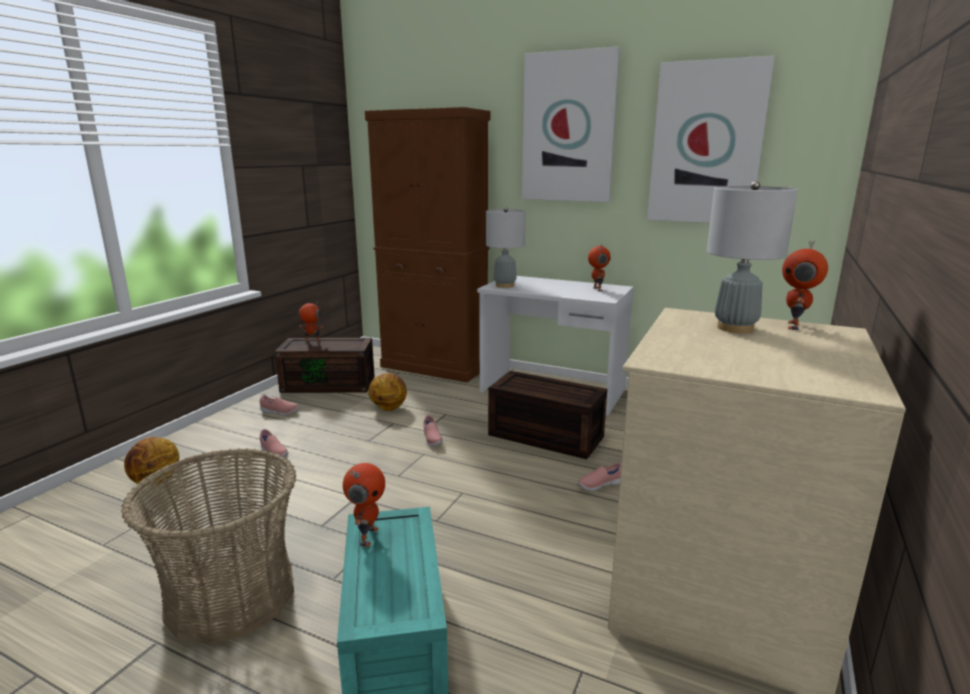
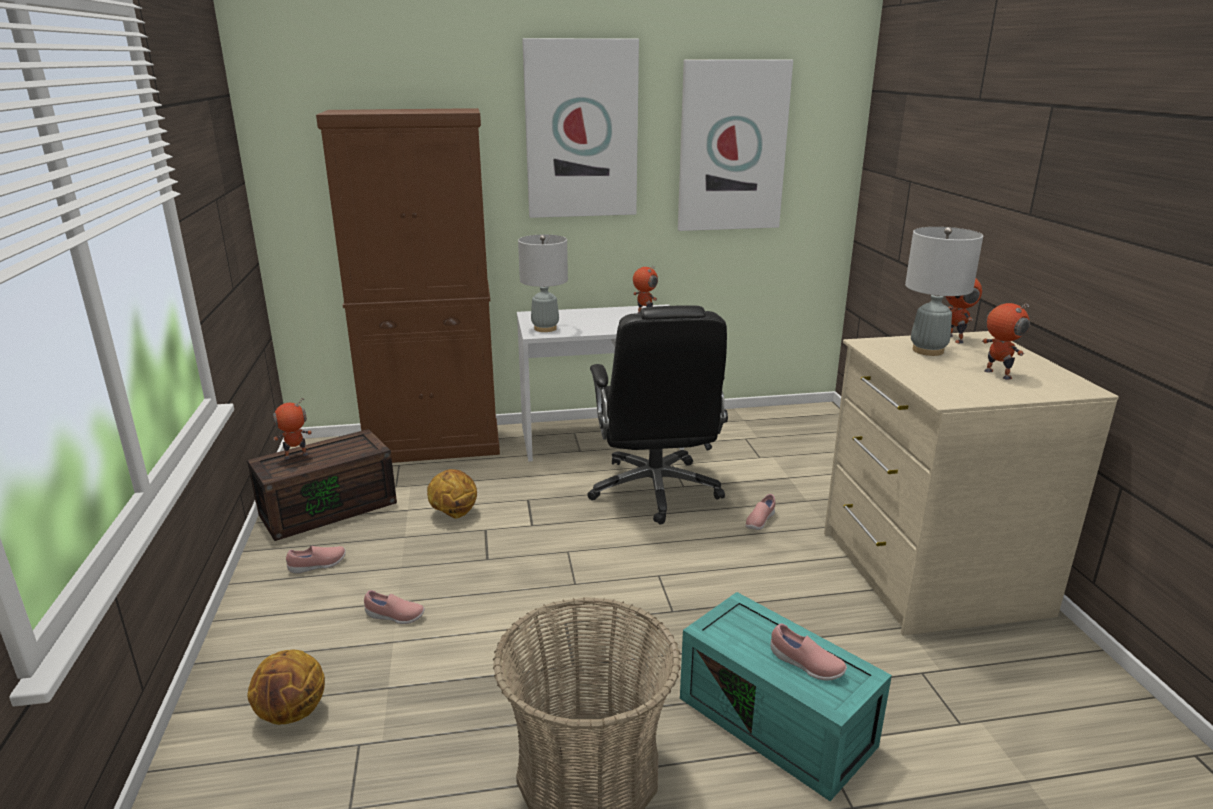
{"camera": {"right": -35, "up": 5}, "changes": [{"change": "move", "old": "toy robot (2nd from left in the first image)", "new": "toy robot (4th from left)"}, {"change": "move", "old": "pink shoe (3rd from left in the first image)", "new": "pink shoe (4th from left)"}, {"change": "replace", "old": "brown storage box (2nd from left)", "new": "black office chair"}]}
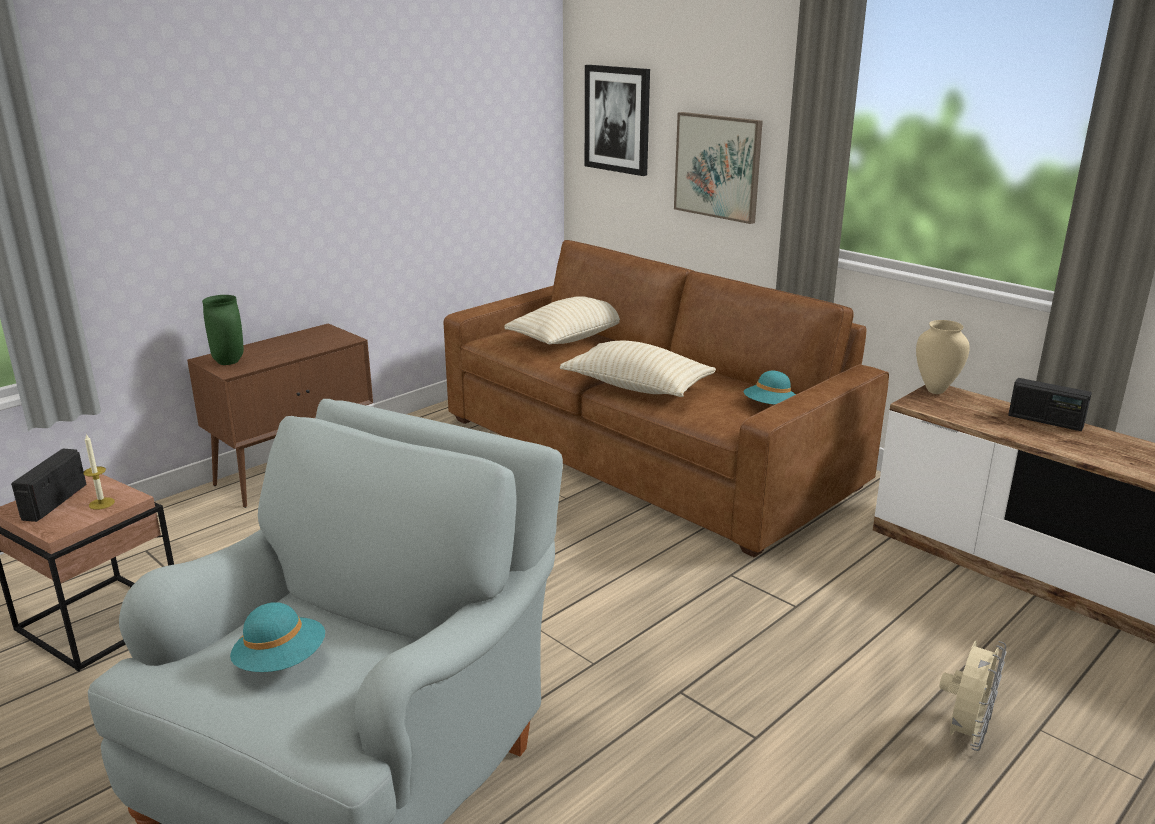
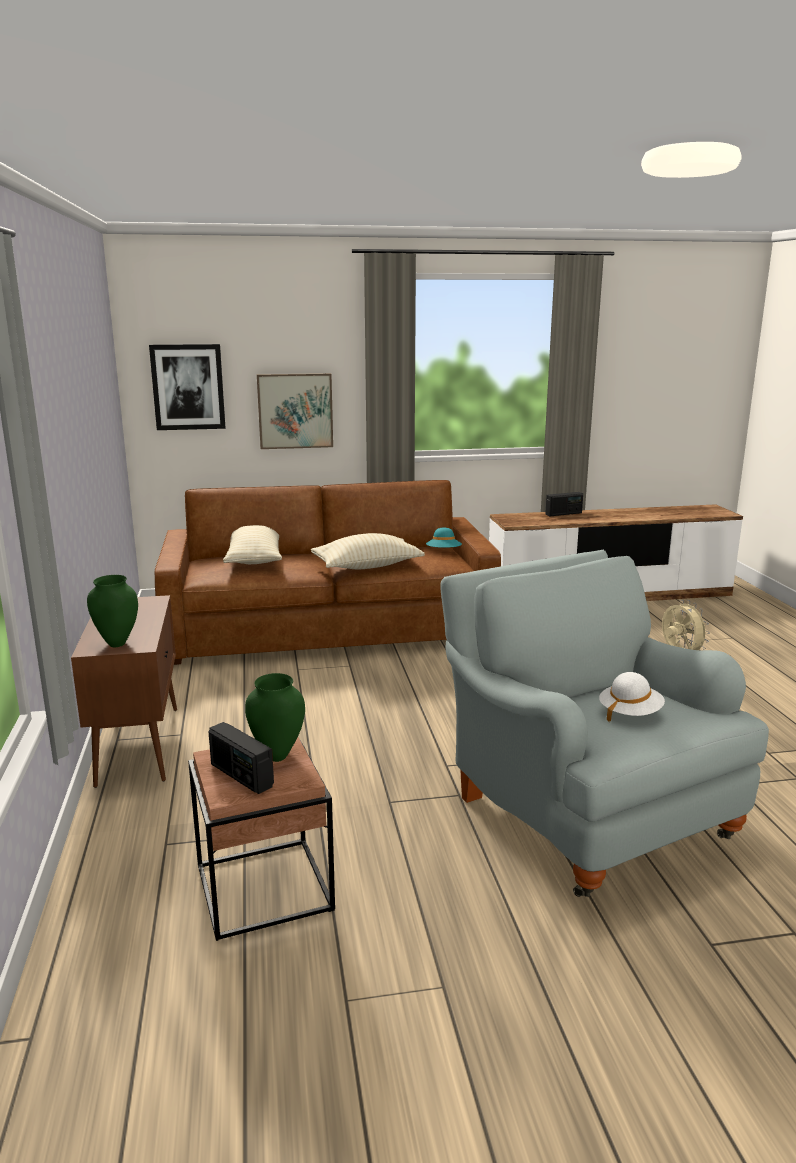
{"camera": {"right": -55, "up": -5}, "changes": [{"change": "replace", "old": "candle", "new": "green vase (2nd from left)"}, {"change": "recolor", "old": "turquoise hat (1st from left)", "new": "white hat"}, {"change": "delete", "old": "beige vase"}]}
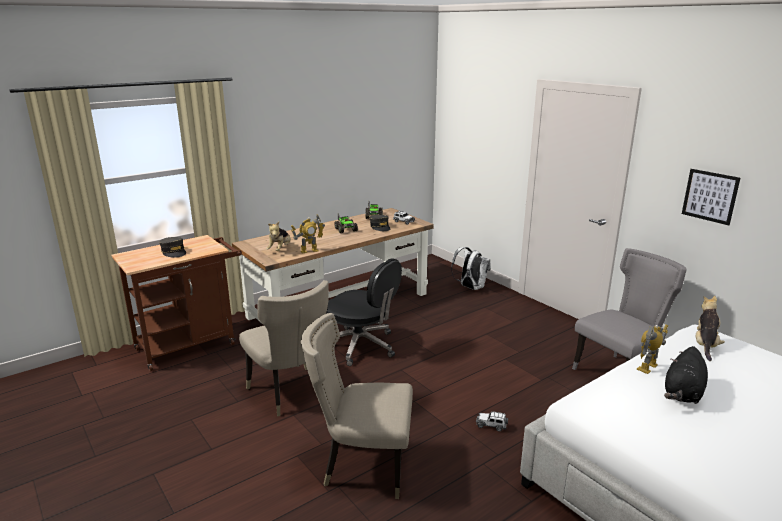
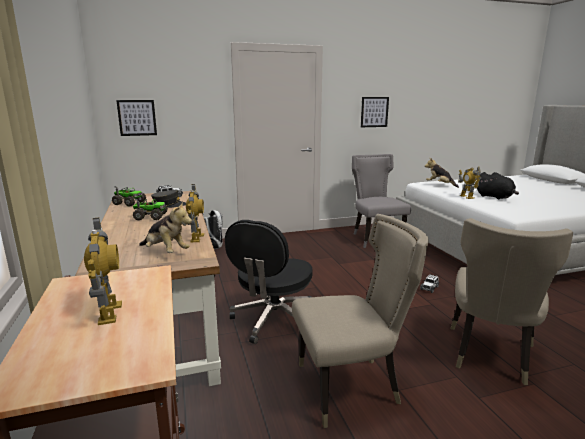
{"camera": {"right": -70, "up": -5}, "changes": [{"change": "replace", "old": "grey cap (1st from left)", "new": "toy robot (1st from left)"}, {"change": "rotate", "old": "black office chair", "degrees": 150}, {"change": "insert", "new": "picture (1st from left)"}]}
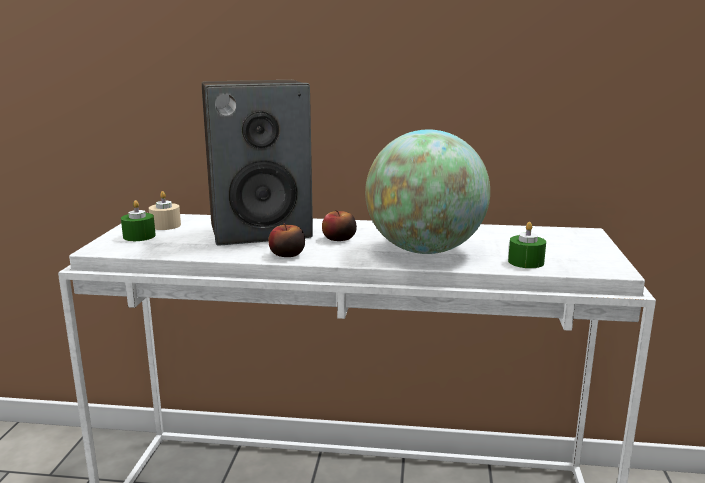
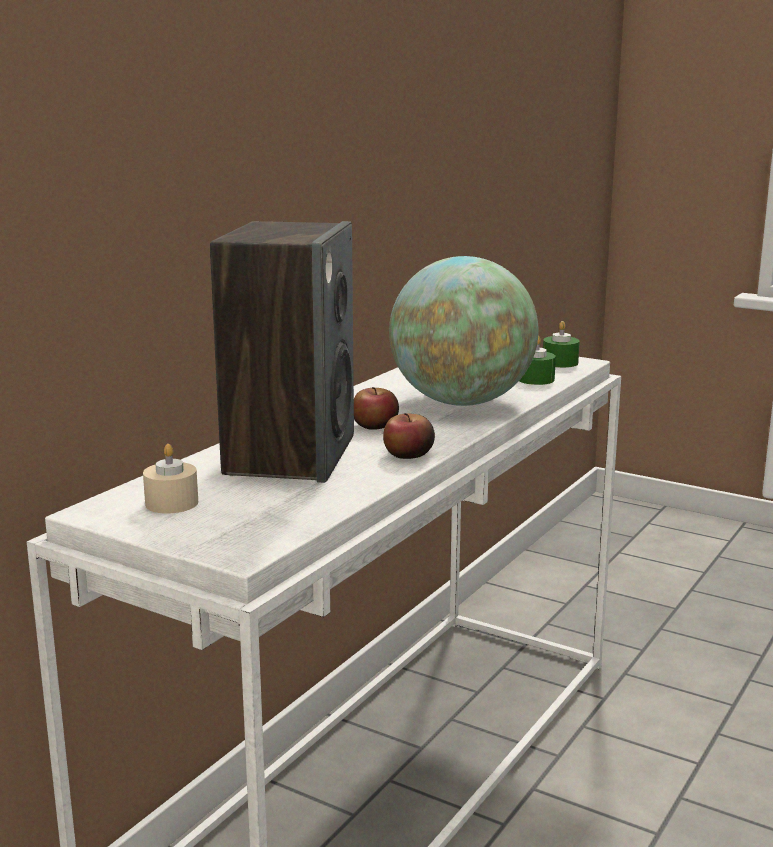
{"camera": {"right": -65, "up": 0}, "changes": [{"change": "move", "old": "green candle (1st from left in the first image)", "new": "green candle (2nd from left)"}]}
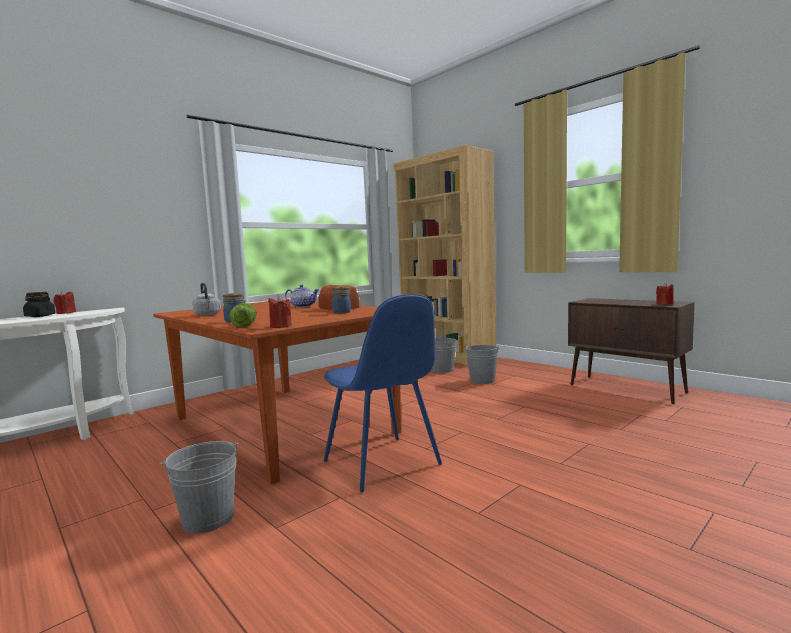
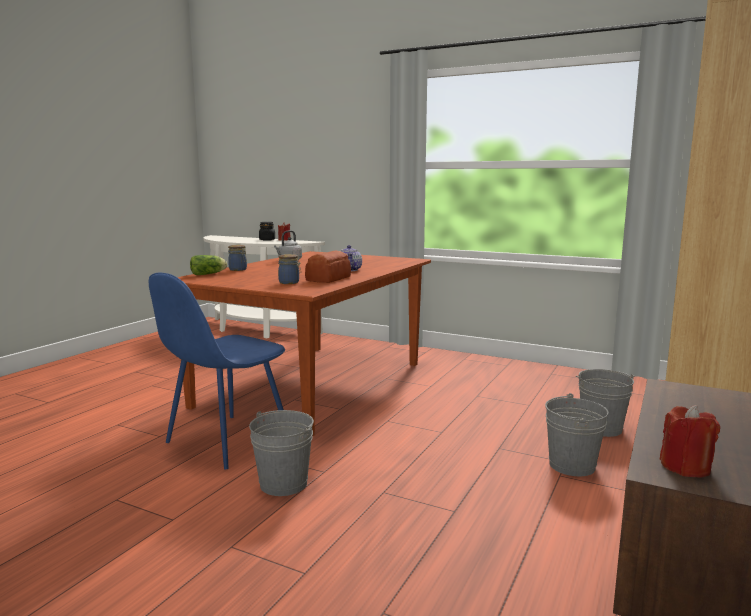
{"camera": {"right": 70, "up": 5}, "changes": [{"change": "move", "old": "grey bucket (1st from left)"}, {"change": "delete", "old": "red candle (2nd from left)"}]}
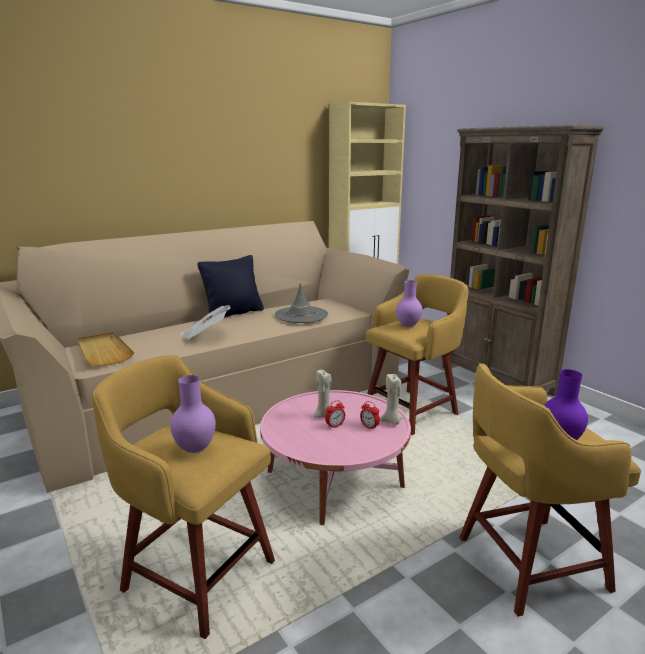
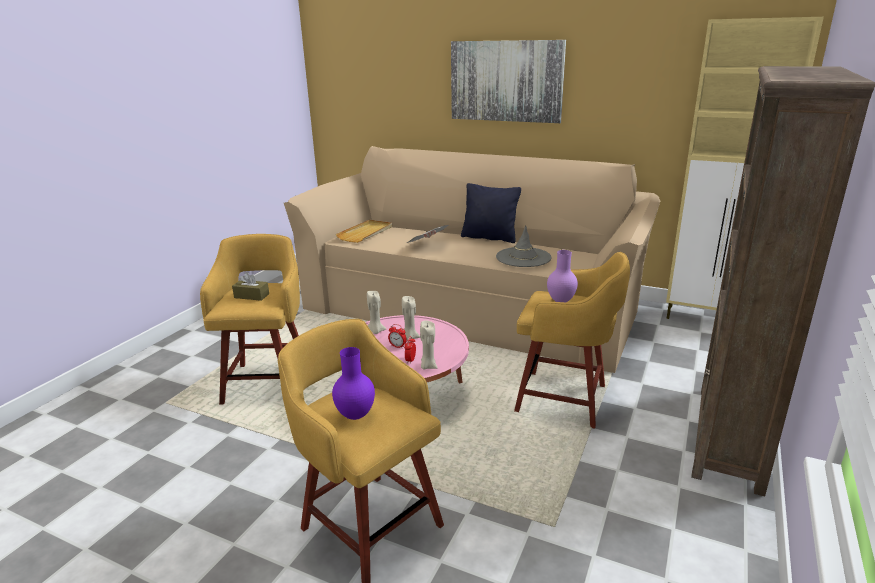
{"camera": {"right": 60, "up": 5}, "changes": [{"change": "replace", "old": "purple vase (1st from left)", "new": "brown tissue box"}, {"change": "insert", "new": "beige candle (1st from left)"}, {"change": "insert", "new": "picture"}]}
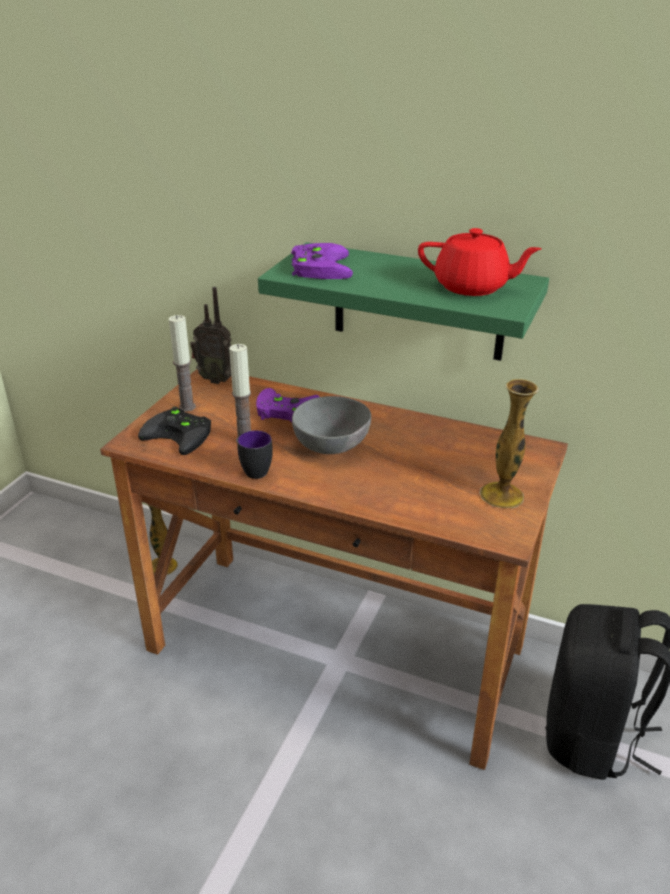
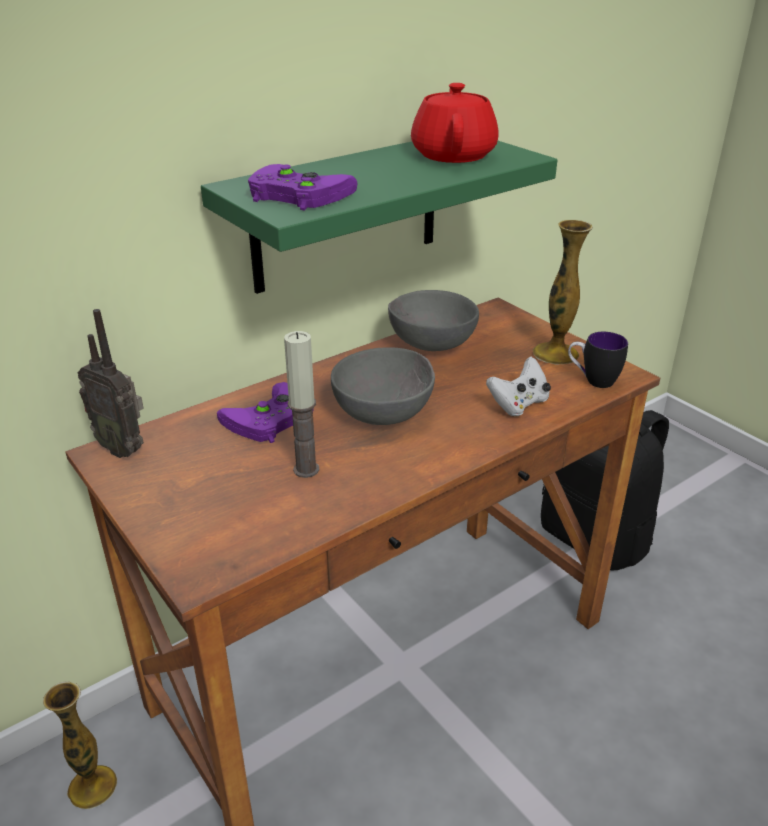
{"camera": {"right": -60, "up": 0}, "changes": [{"change": "delete", "old": "black game controller"}, {"change": "delete", "old": "candle (1st from left)"}, {"change": "rotate", "old": "radio", "degrees": 75}, {"change": "move", "old": "mug"}, {"change": "rotate", "old": "red teapot", "degrees": -45}, {"change": "insert", "new": "grey bowl (2nd from left)"}, {"change": "insert", "new": "white game controller"}]}
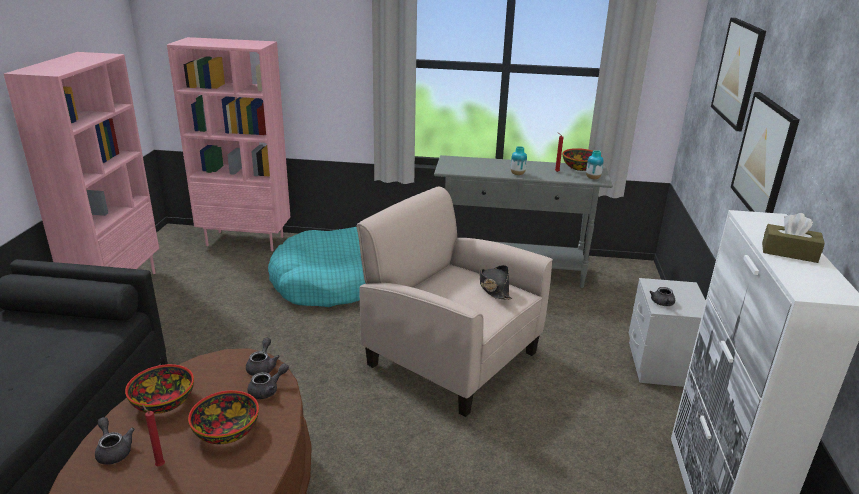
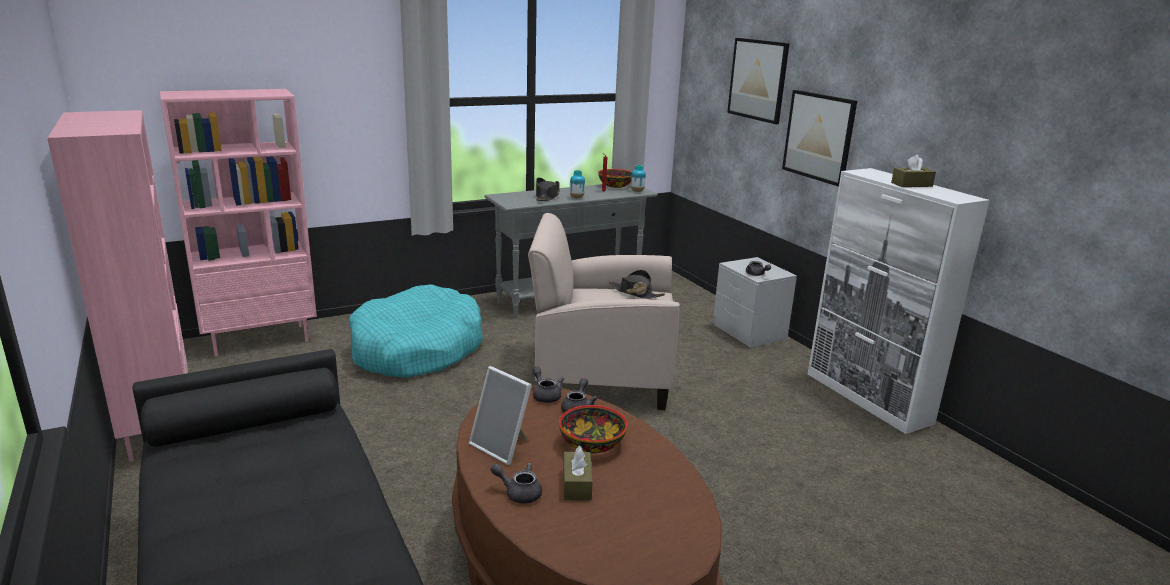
{"camera": {"right": -35, "up": -5}, "changes": [{"change": "replace", "old": "bowl (1st from left)", "new": "picture frame"}, {"change": "replace", "old": "red candle (1st from left)", "new": "brown tissue box (1st from left)"}, {"change": "insert", "new": "black hat (1st from left)"}]}
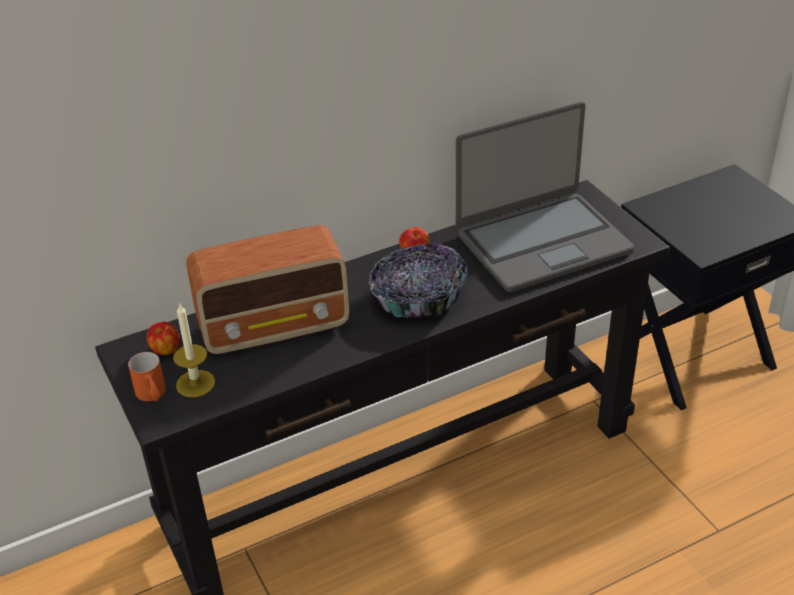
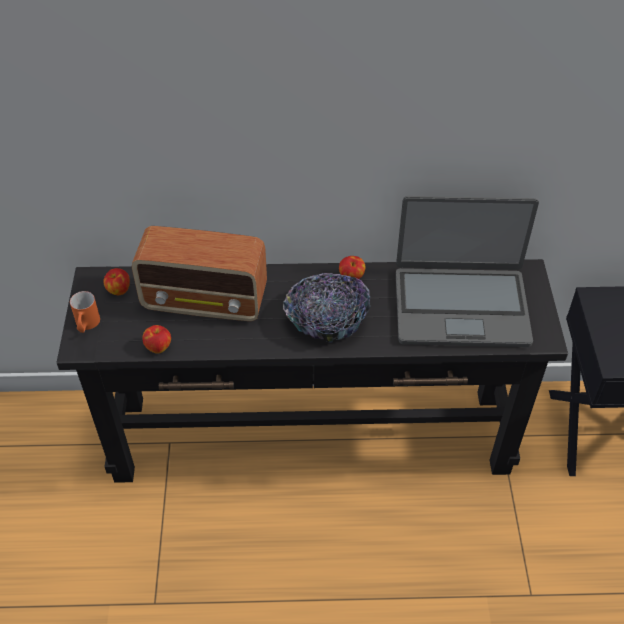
{"camera": {"right": 25, "up": 10}, "changes": [{"change": "delete", "old": "candle"}, {"change": "insert", "new": "apple (2nd from left)"}]}
